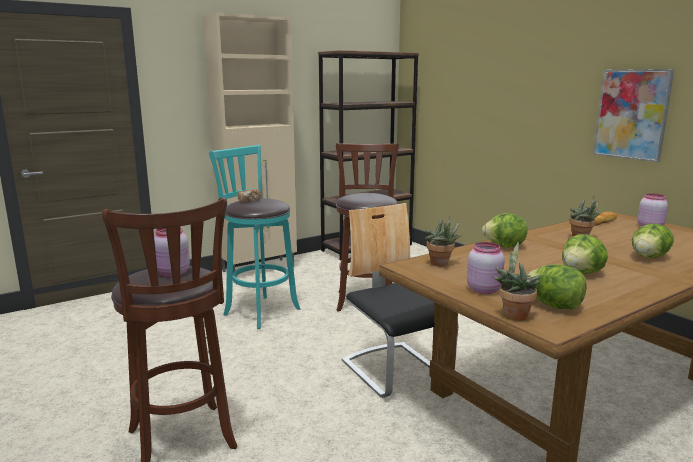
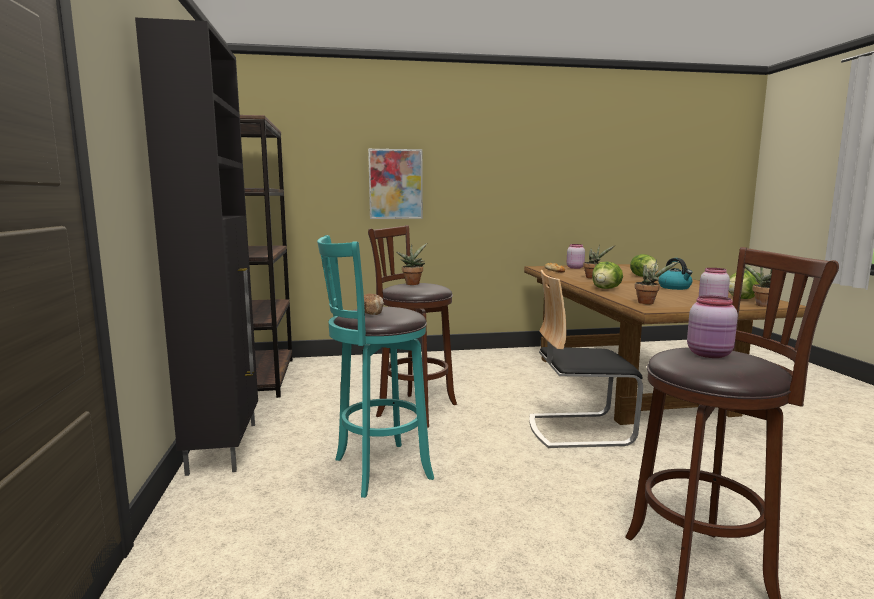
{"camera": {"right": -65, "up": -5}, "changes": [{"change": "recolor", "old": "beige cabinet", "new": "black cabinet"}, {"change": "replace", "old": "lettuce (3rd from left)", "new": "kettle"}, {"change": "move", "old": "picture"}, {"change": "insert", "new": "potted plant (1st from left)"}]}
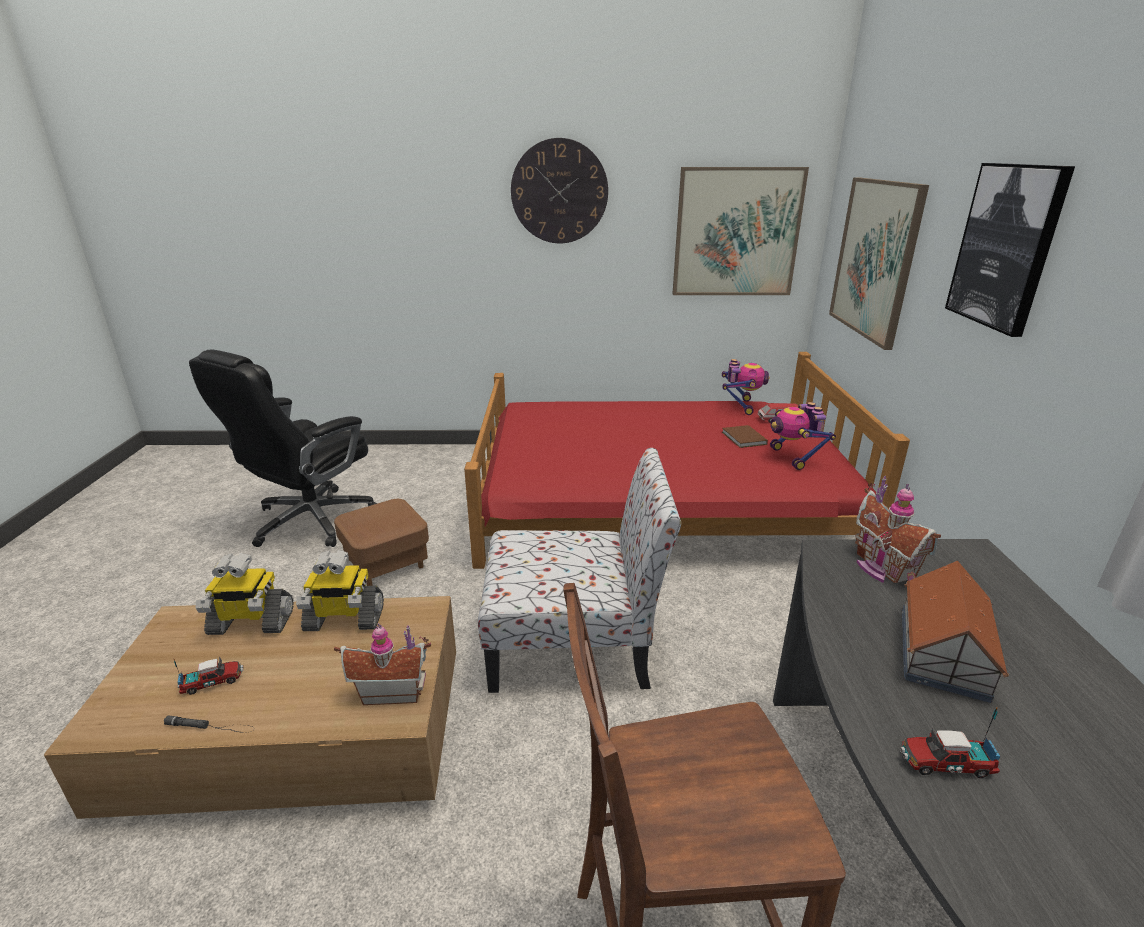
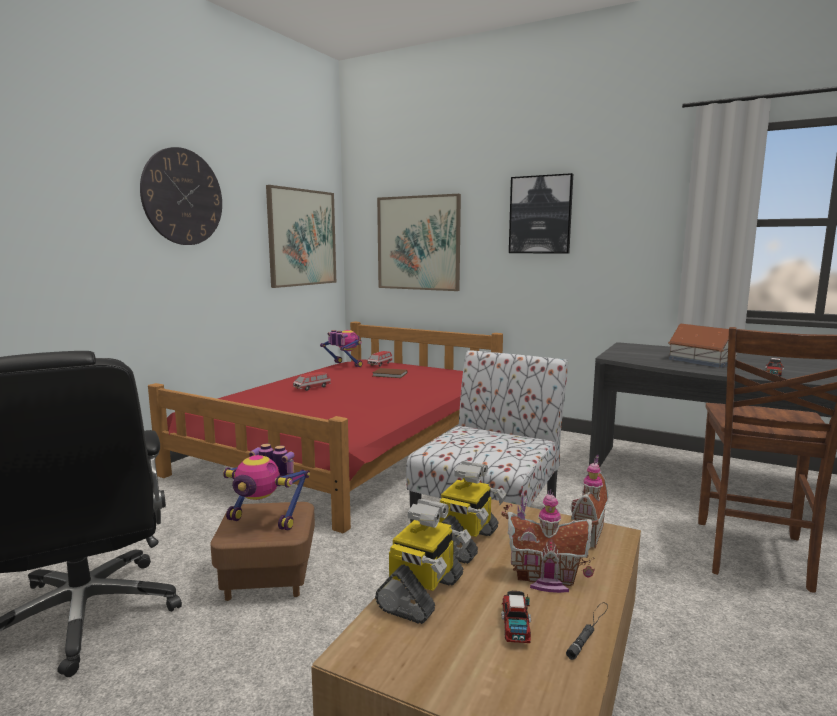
{"camera": {"right": -60, "up": -15}, "changes": [{"change": "move", "old": "toy robot (4th from left in the first image)", "new": "toy robot (1st from left)"}, {"change": "move", "old": "toy house (2nd from left in the first image)", "new": "toy house (1st from left)"}, {"change": "insert", "new": "toy car (1st from left)"}]}
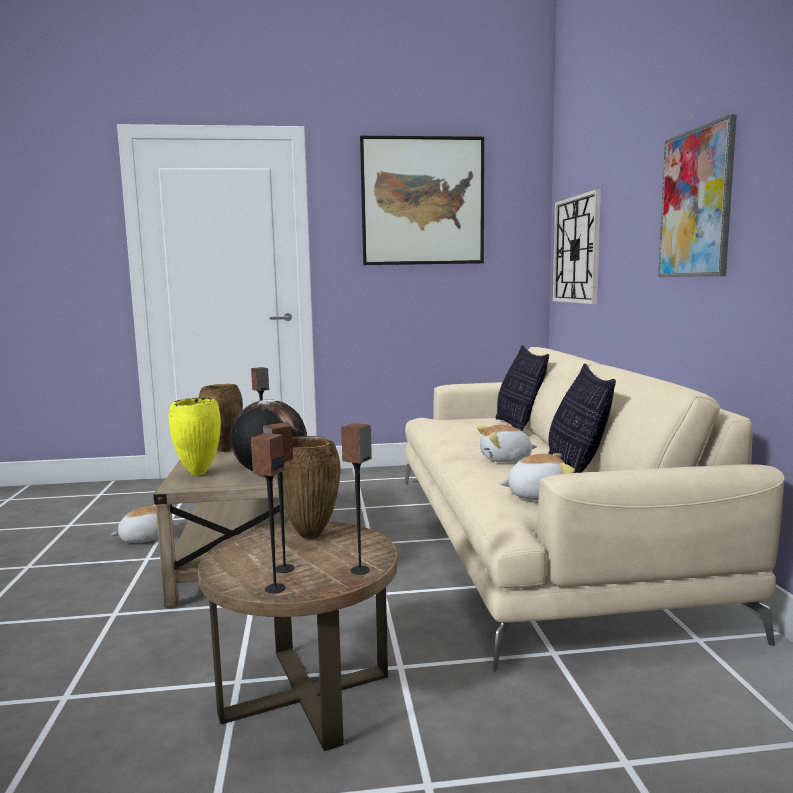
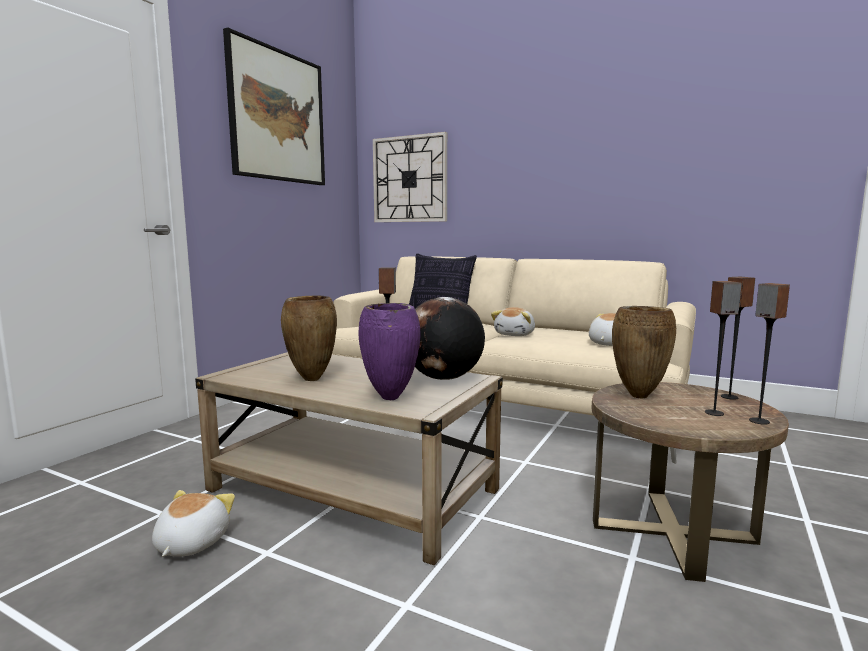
{"camera": {"right": -55, "up": 0}, "changes": [{"change": "recolor", "old": "yellow vase", "new": "purple vase"}, {"change": "delete", "old": "pillow (2nd from left)"}, {"change": "delete", "old": "picture (2nd from left)"}]}
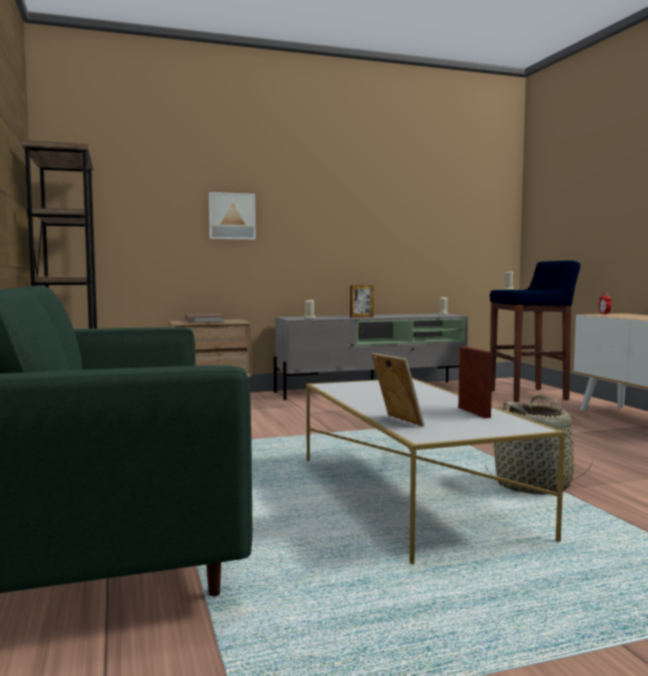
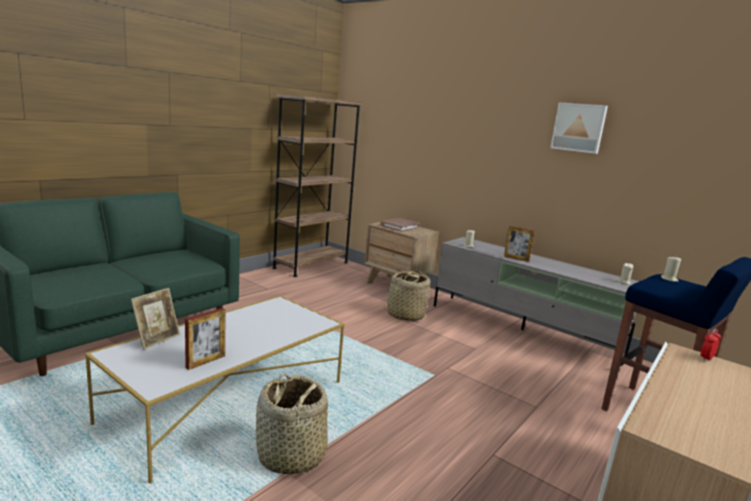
{"camera": {"right": 55, "up": 10}, "changes": [{"change": "move", "old": "picture"}, {"change": "insert", "new": "basket (2nd from left)"}]}
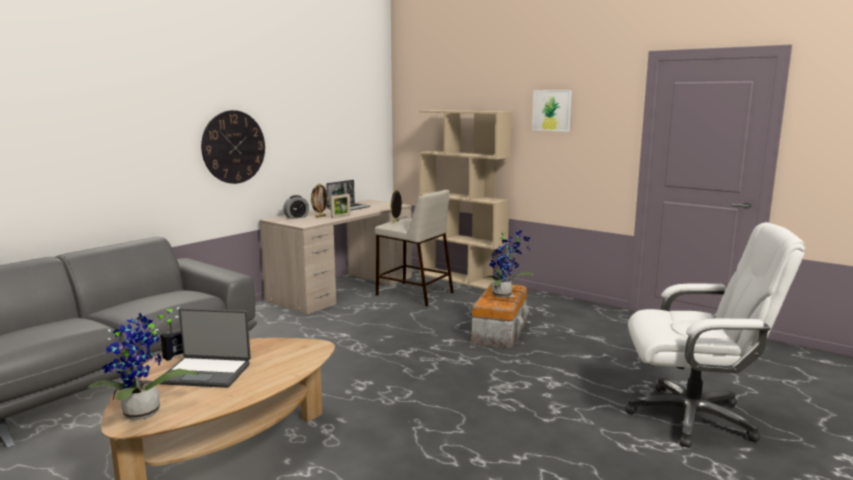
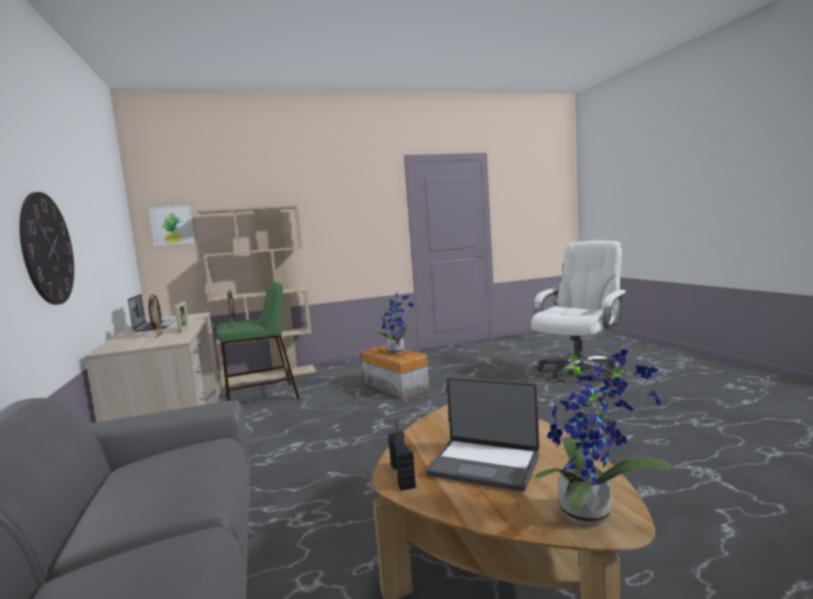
{"camera": {"right": -55, "up": -5}, "changes": [{"change": "rotate", "old": "laptop (1st from left in the first image)", "degrees": 75}, {"change": "delete", "old": "alarm clock"}, {"change": "recolor", "old": "beige stool", "new": "green stool"}, {"change": "move", "old": "picture"}]}
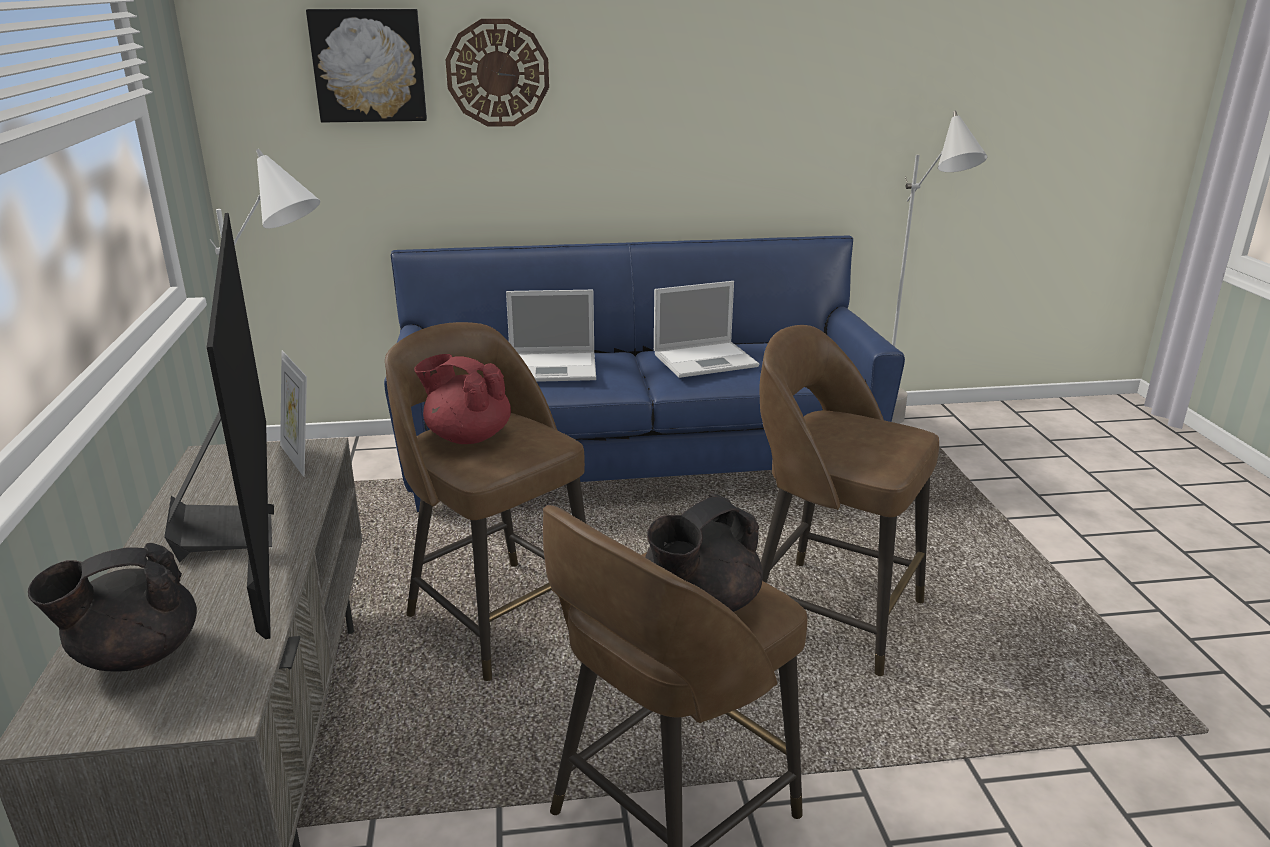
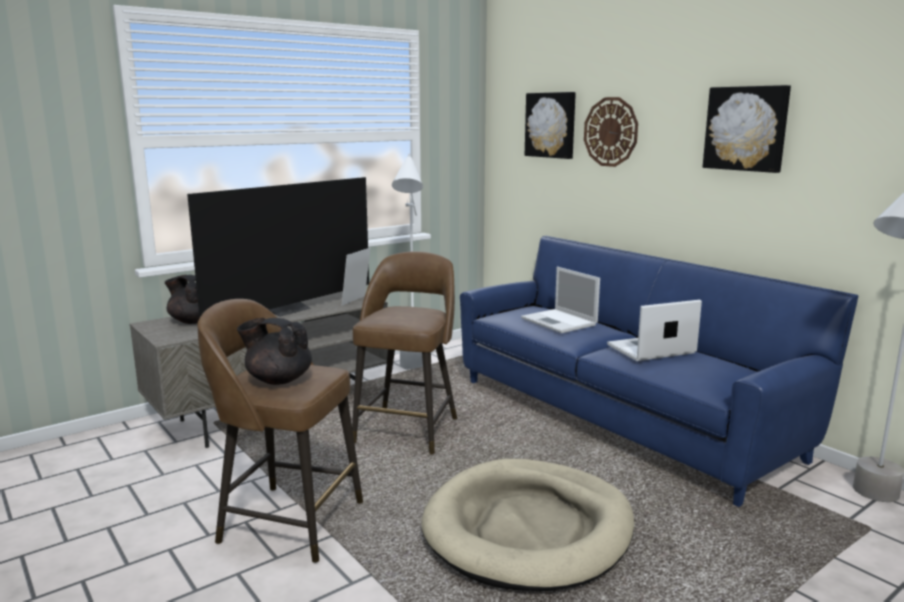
{"camera": {"right": 60, "up": -10}, "changes": [{"change": "delete", "old": "red teapot"}, {"change": "rotate", "old": "laptop (2nd from left)", "degrees": 120}, {"change": "replace", "old": "brown stool (3rd from left)", "new": "beige dog bed"}, {"change": "insert", "new": "picture (2nd from left)"}]}
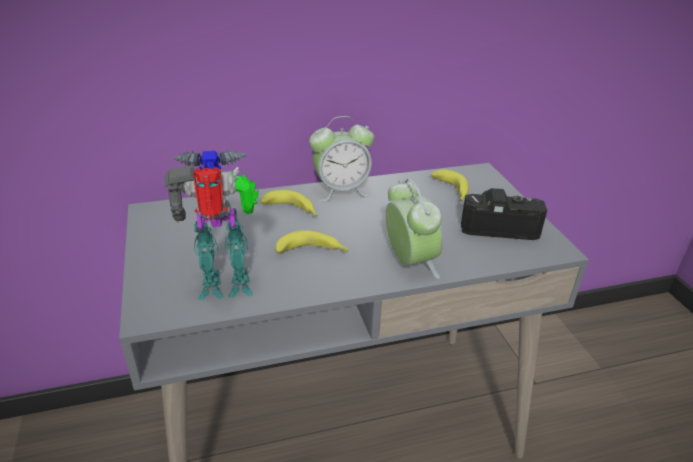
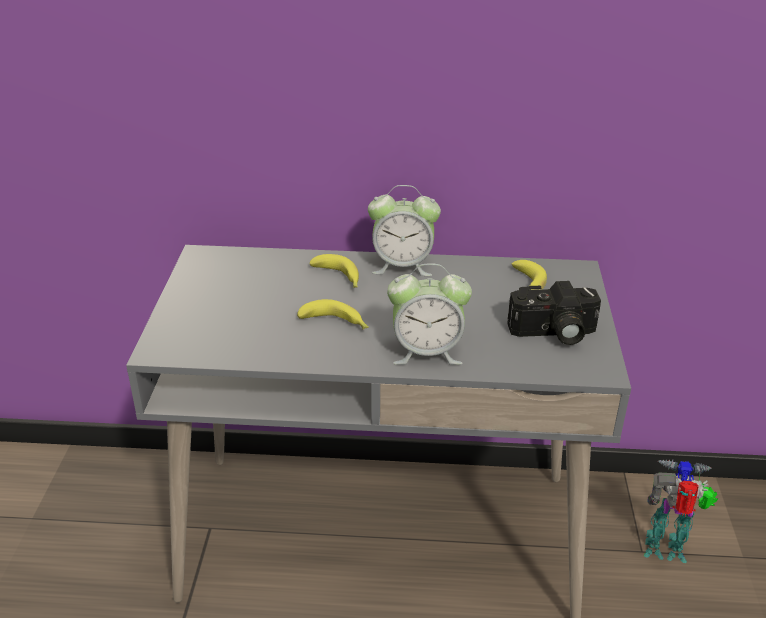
{"camera": {"right": 20, "up": 0}, "changes": [{"change": "move", "old": "toy robot"}, {"change": "rotate", "old": "alarm clock (2nd from left)", "degrees": 90}, {"change": "rotate", "old": "photo camera", "degrees": 150}]}
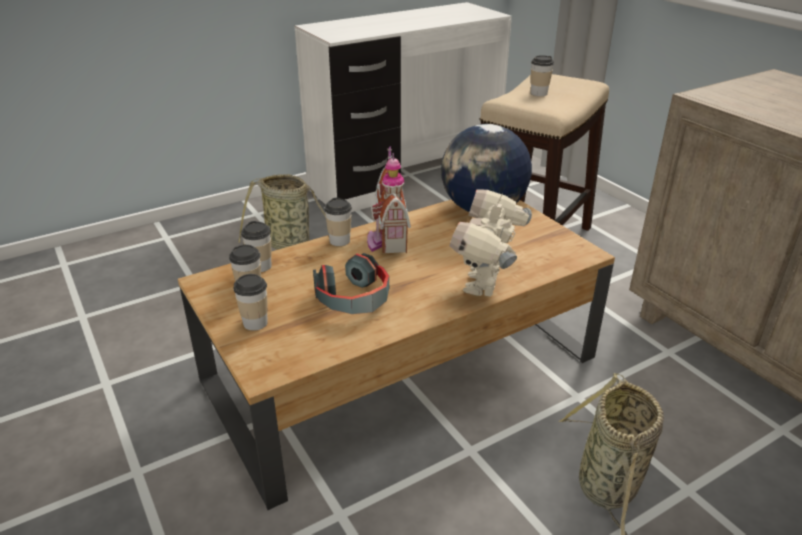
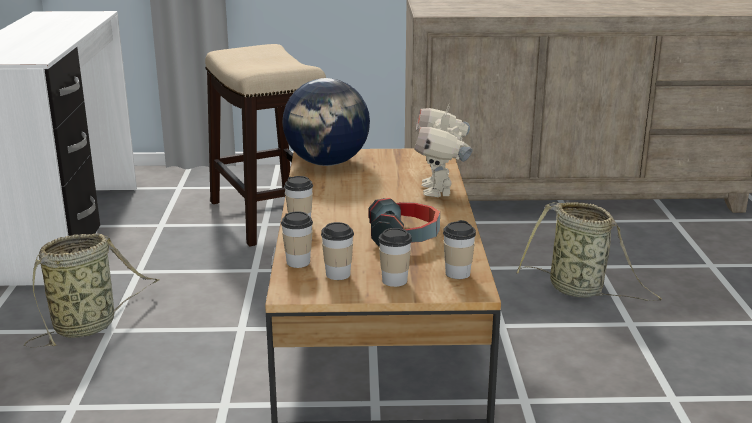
{"camera": {"right": -60, "up": -10}, "changes": [{"change": "delete", "old": "toy house"}, {"change": "rotate", "old": "toy robot", "degrees": 45}, {"change": "move", "old": "cup (5th from left)"}]}
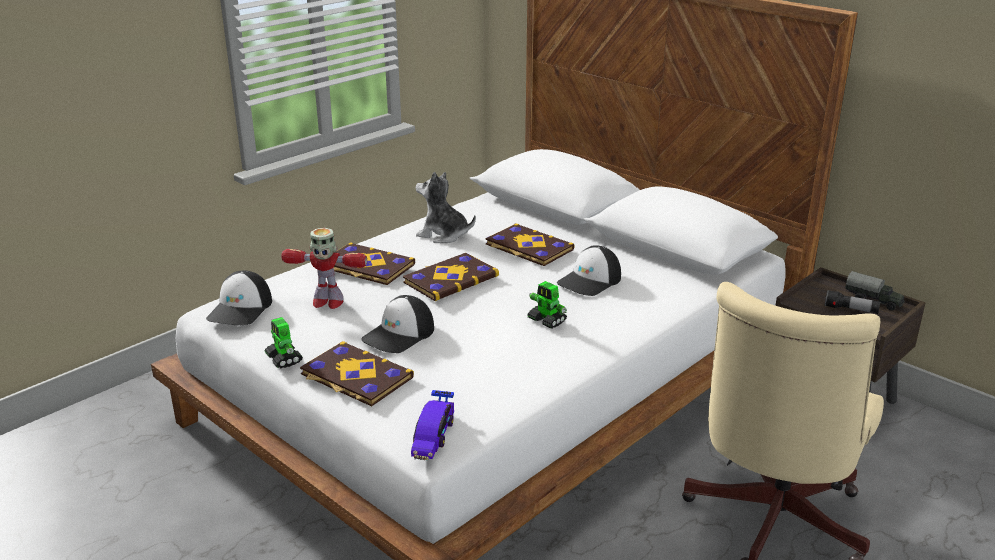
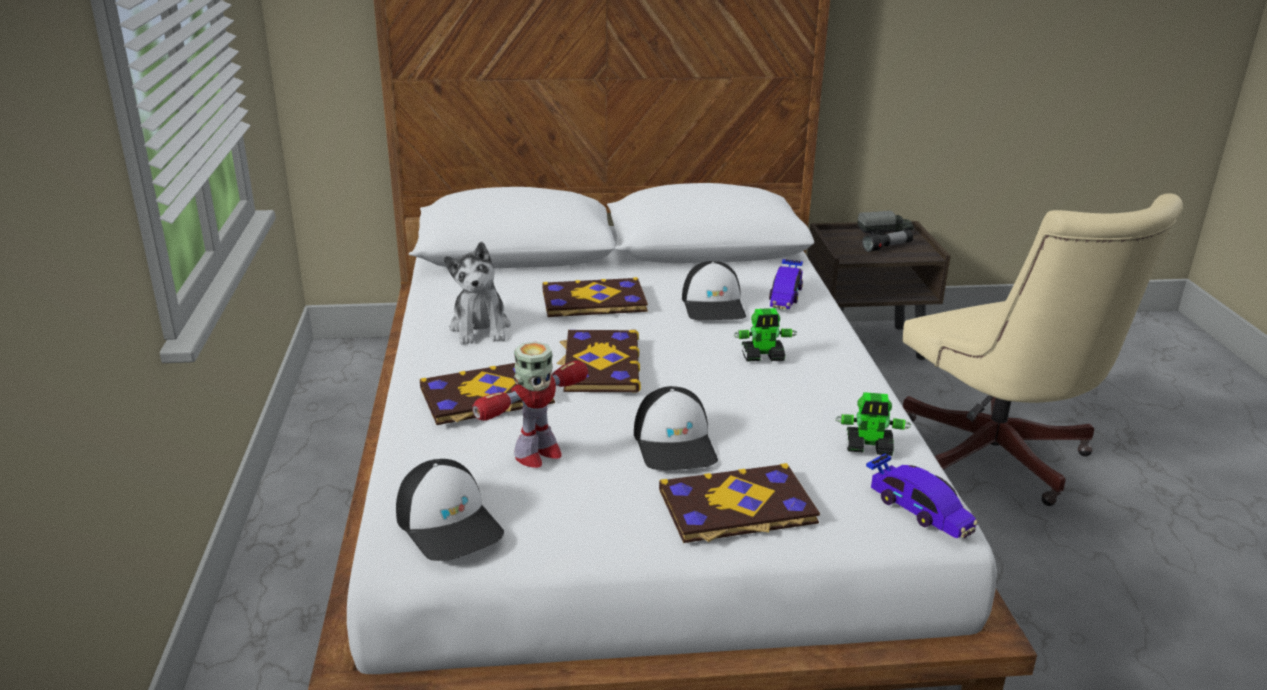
{"camera": {"right": -50, "up": 0}, "changes": [{"change": "move", "old": "toy robot (1st from left in the first image)", "new": "toy robot (3rd from left)"}, {"change": "rotate", "old": "plush toy", "degrees": -75}, {"change": "insert", "new": "toy car (1st from left)"}]}
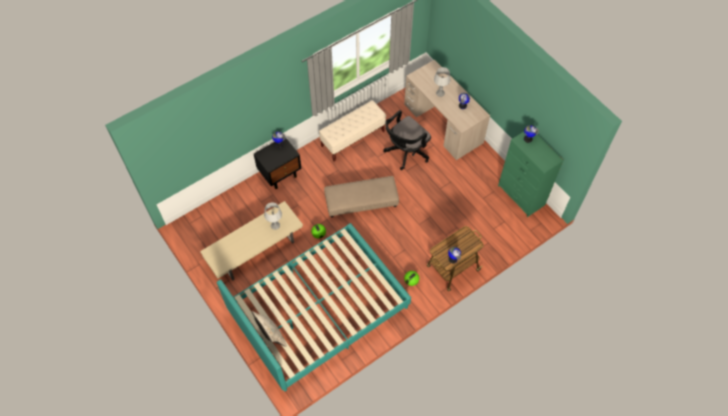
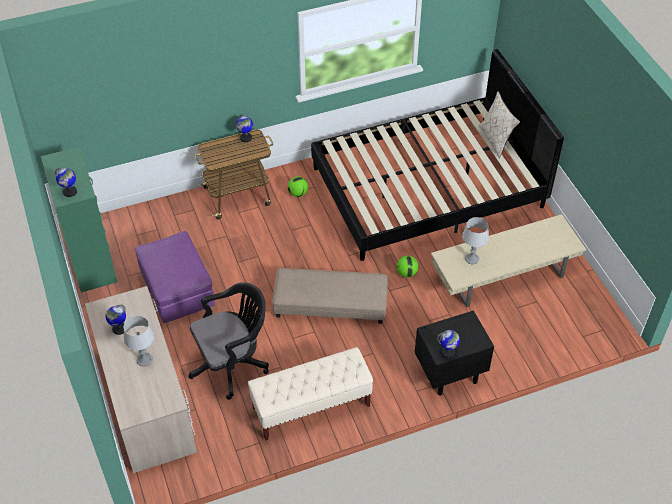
{"camera": {"right": -165, "up": -10}, "changes": [{"change": "recolor", "old": "turquoise bed", "new": "black bed"}, {"change": "insert", "new": "purple ottoman"}]}
